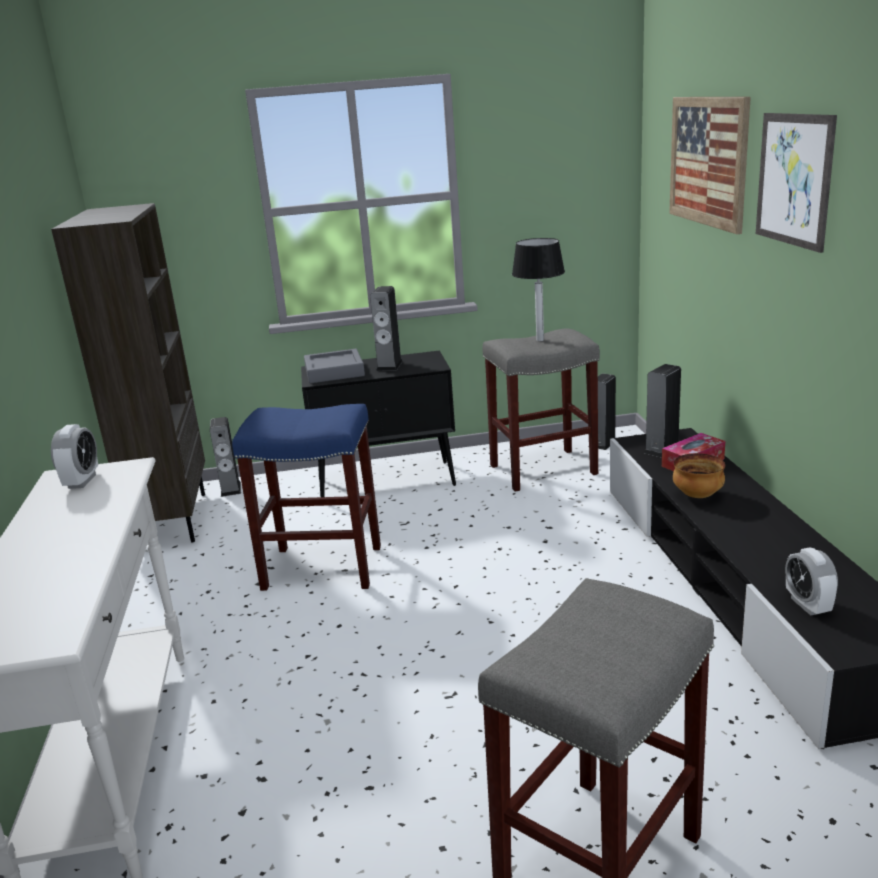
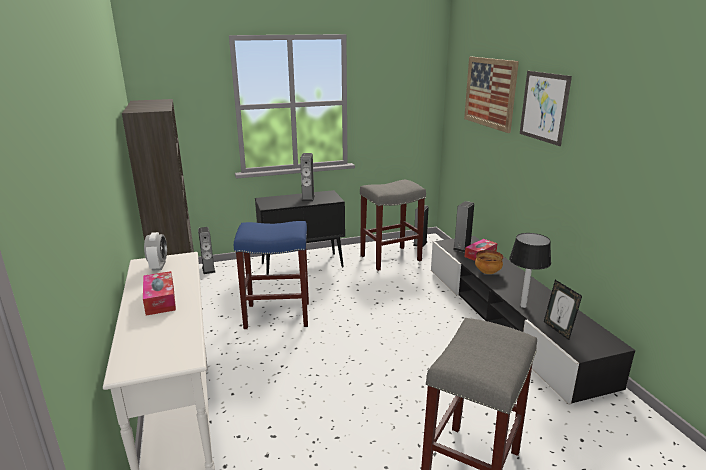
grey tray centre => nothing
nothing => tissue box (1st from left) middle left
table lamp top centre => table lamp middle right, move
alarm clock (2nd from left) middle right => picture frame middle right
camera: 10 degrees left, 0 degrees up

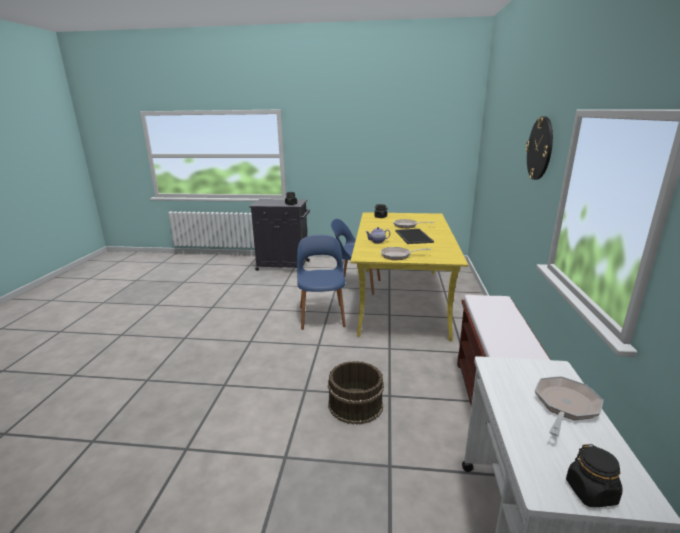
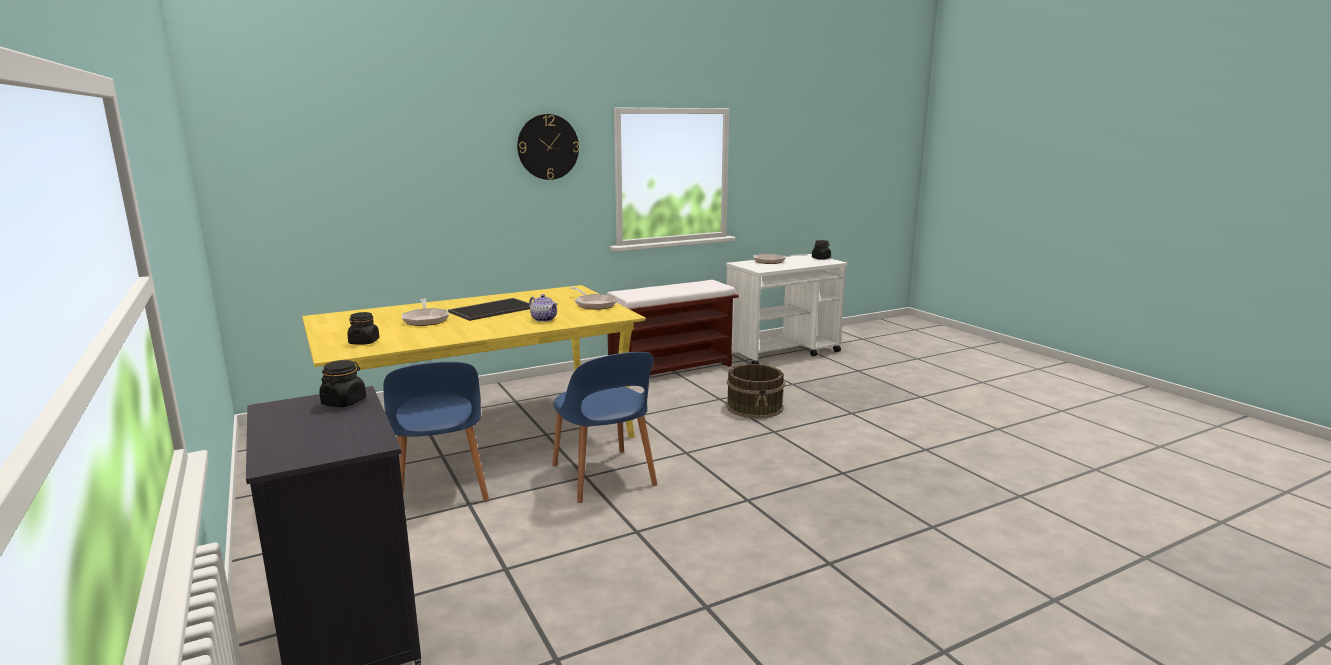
blue chair (1st from left in the first image) centre => blue chair (2nd from left) centre, 75 degrees counterclockwise
camera: 125 degrees left, 5 degrees down

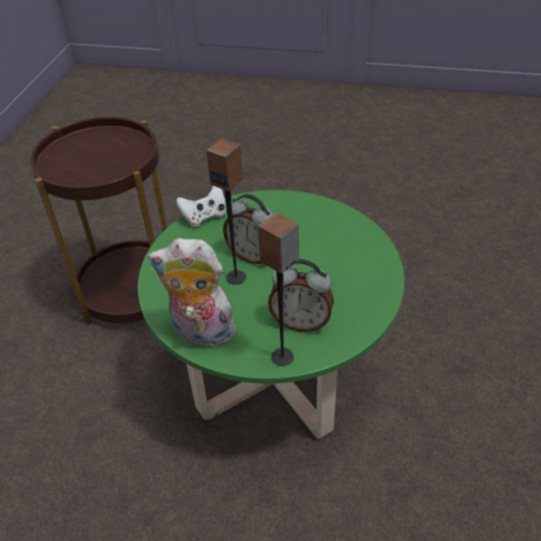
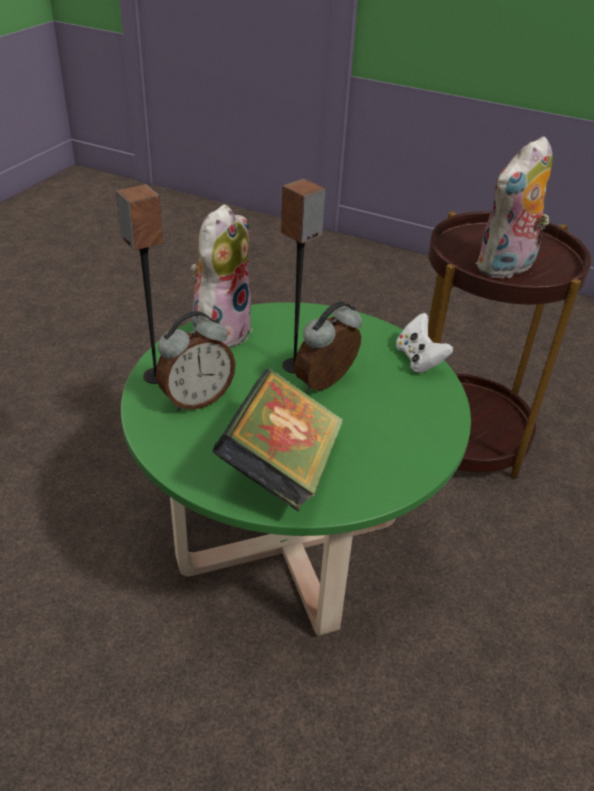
nothing => book centre
nothing => plush toy (2nd from left) top right
alarm clock (2nd from left in the first image) centre => alarm clock (1st from left) middle left, 150 degrees counterclockwise
camera: 100 degrees right, 5 degrees down

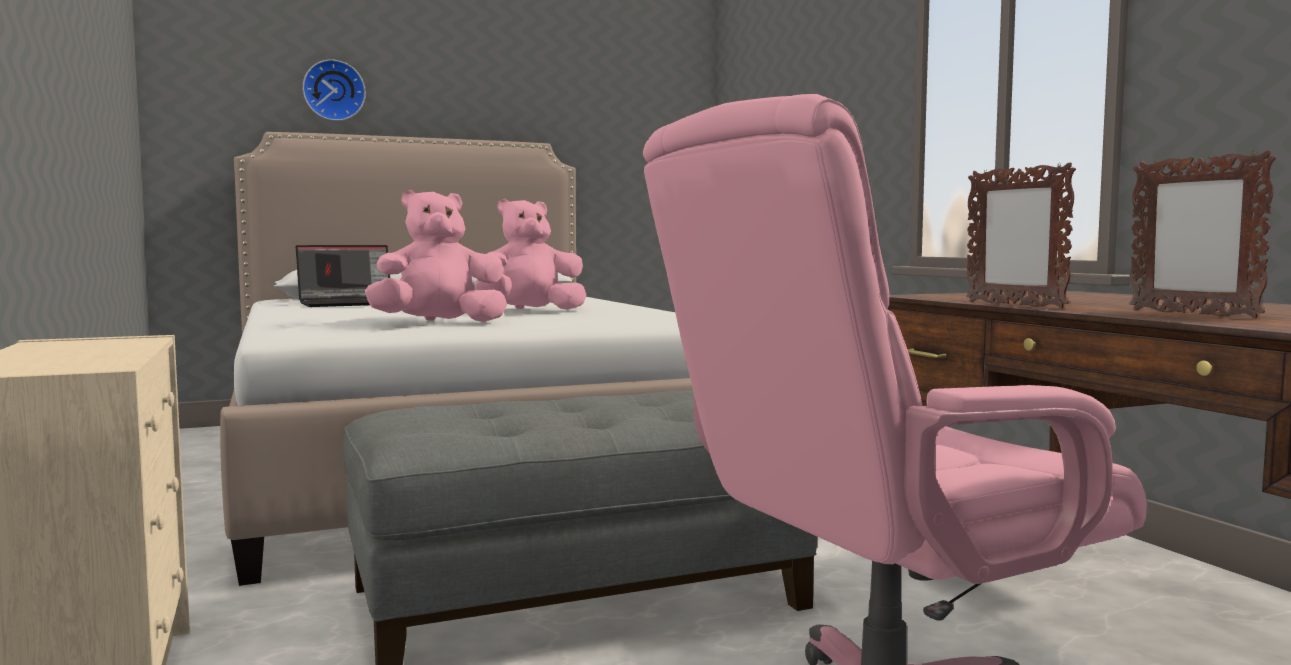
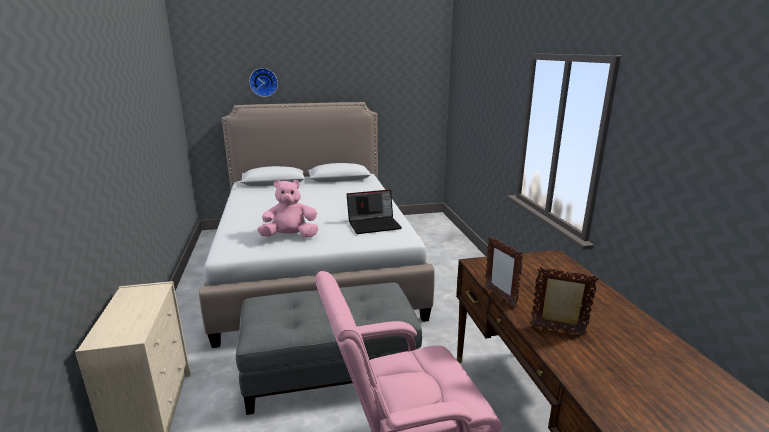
pink plush toy (2nd from left) centre => nothing
laptop middle left => laptop centre, move
picture frame (2nd from left) middle right => picture frame (2nd from left) bottom right, 135 degrees clockwise
camera: 10 degrees right, 15 degrees up

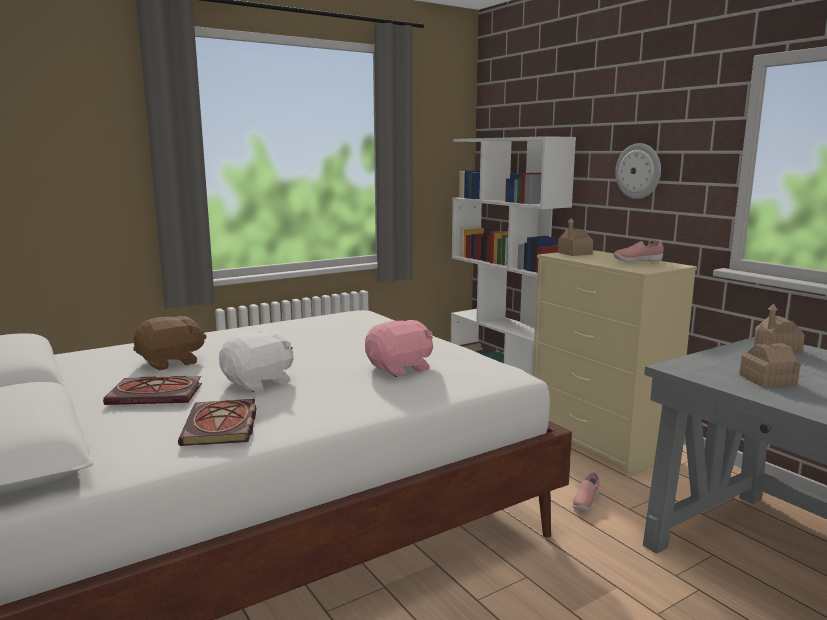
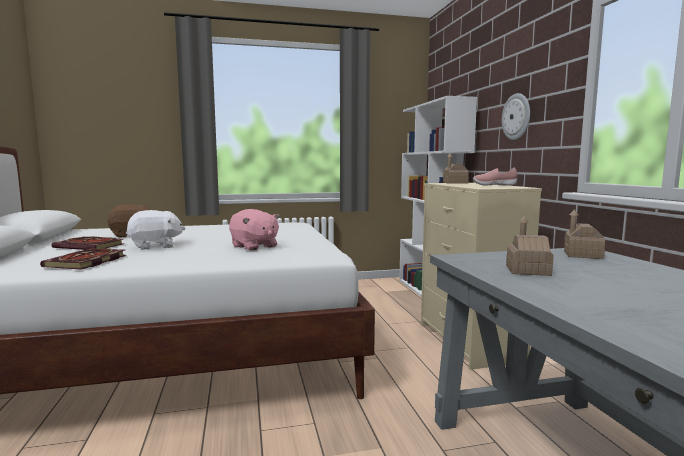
pink shoe (1st from left) bottom right => nothing
pink plush toy centre, 60 degrees clockwise
camera: 20 degrees right, 5 degrees down

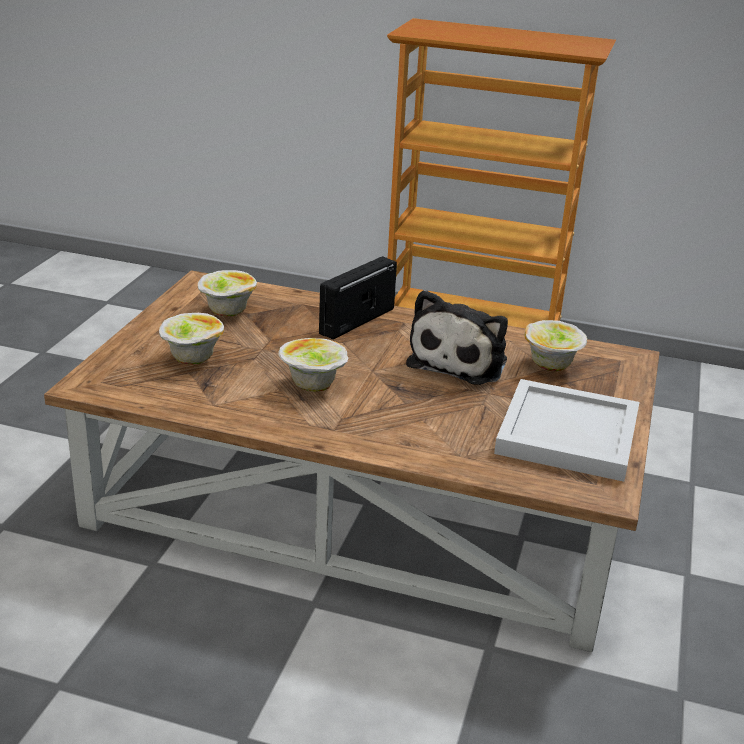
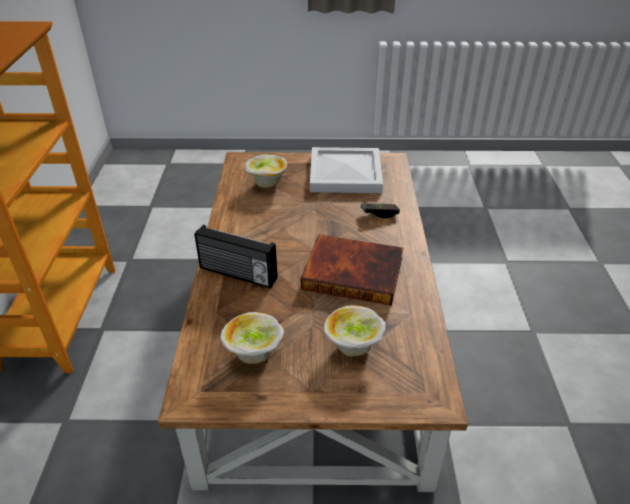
plush toy centre => nothing
nothing => game controller centre
bowl (3rd from left) centre => book centre
camera: 105 degrees left, 10 degrees up

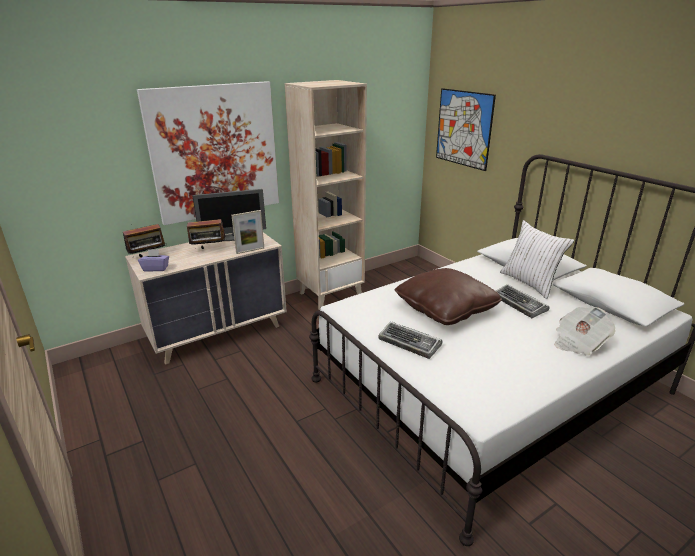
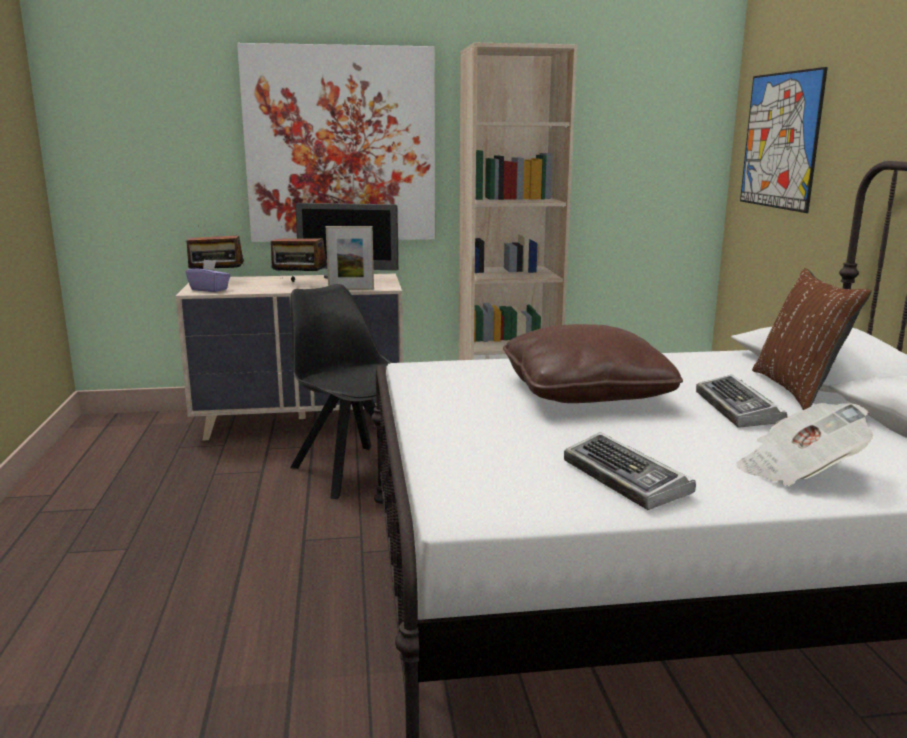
nothing => black chair centre
keyboard (1st from left) centre => keyboard (1st from left) middle right, move
white pillow middle right => brown pillow (2nd from left) middle right
camera: 25 degrees right, 10 degrees down

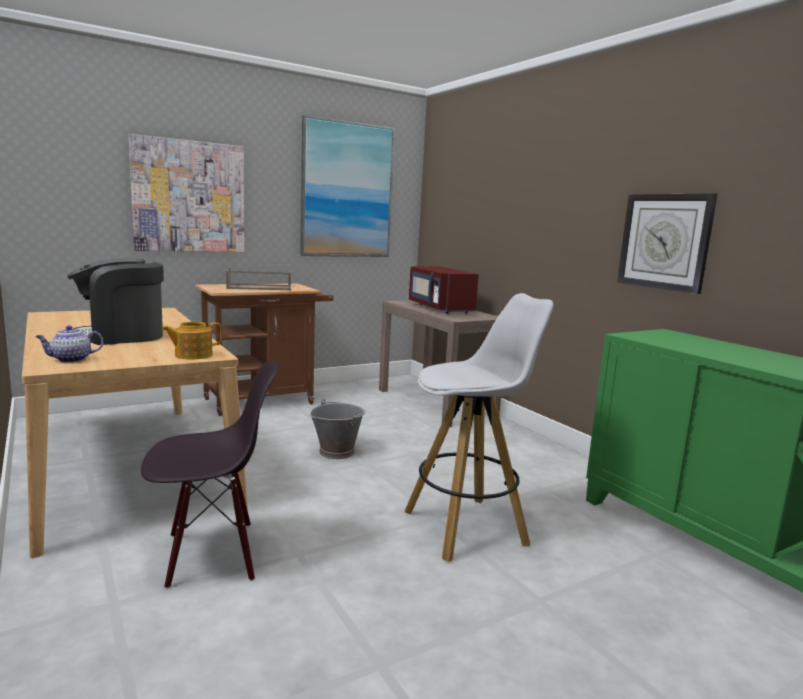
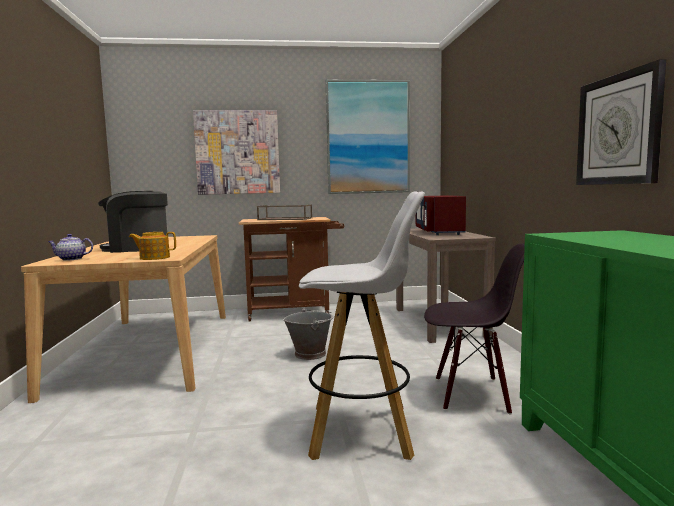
black chair bottom left => black chair middle right, move
camera: 25 degrees right, 5 degrees down

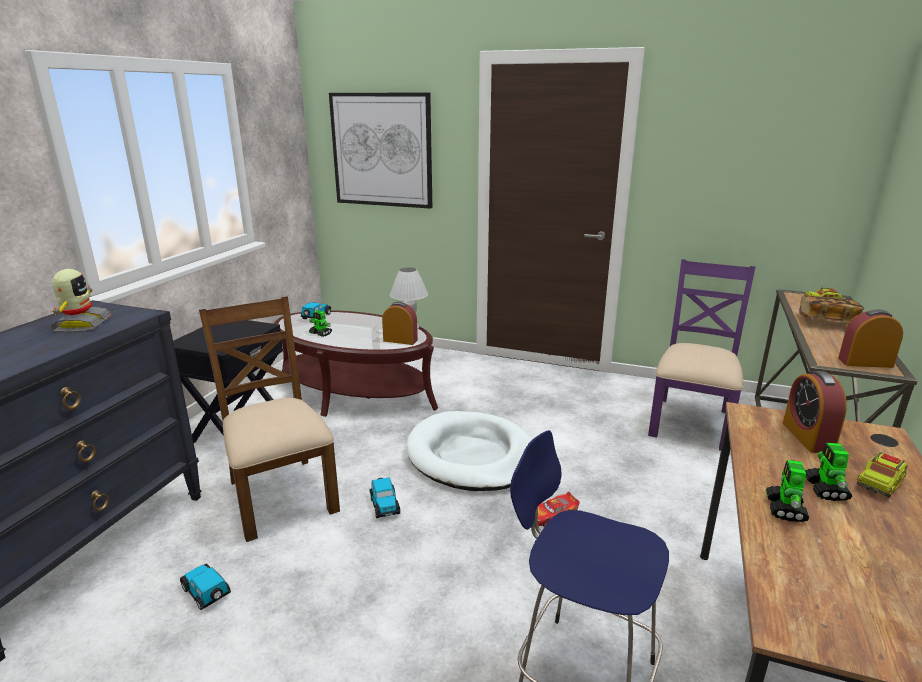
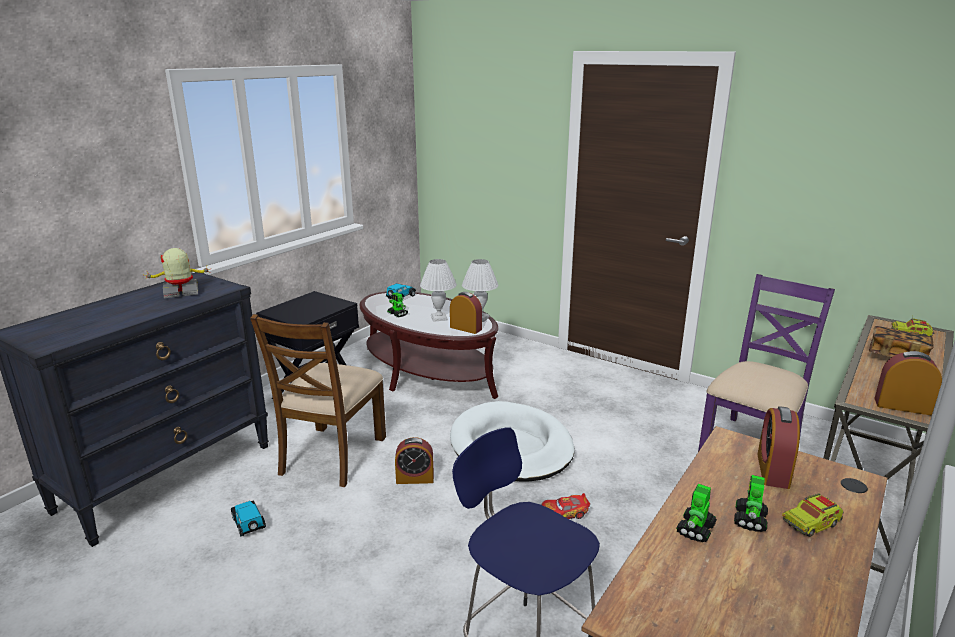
picture top centre => nothing
nothing => white table lamp (1st from left) centre
toy car (3rd from left) bottom centre => alarm clock (1st from left) bottom centre
toy robot (1st from left) middle left, 120 degrees counterclockwise
brown chair middle left, 150 degrees counterclockwise
camera: 15 degrees right, 0 degrees up

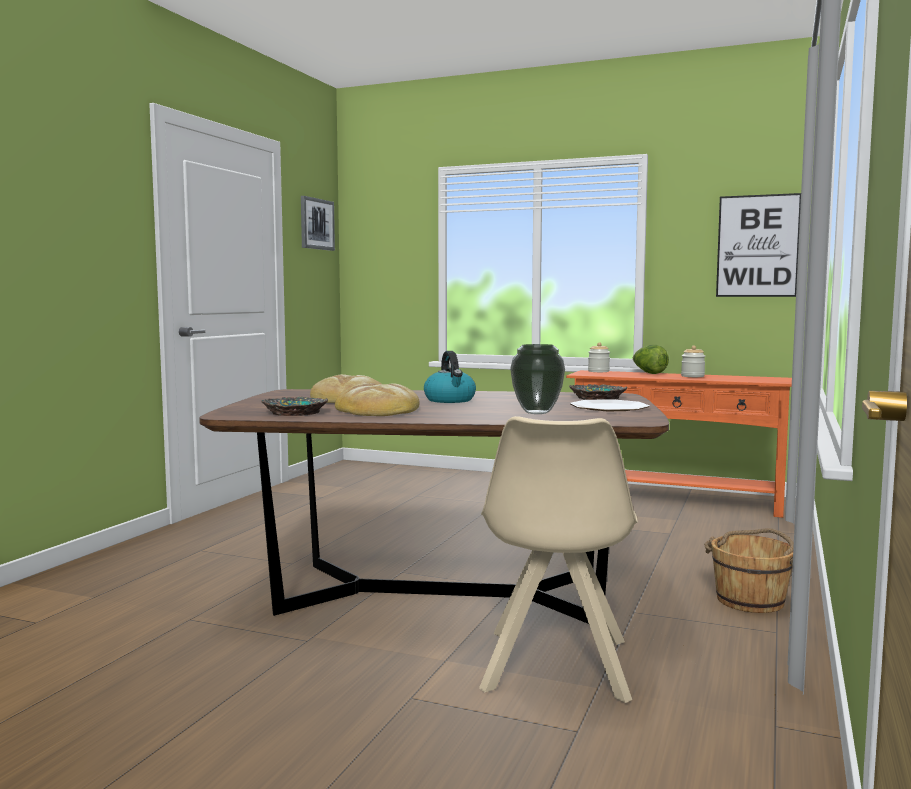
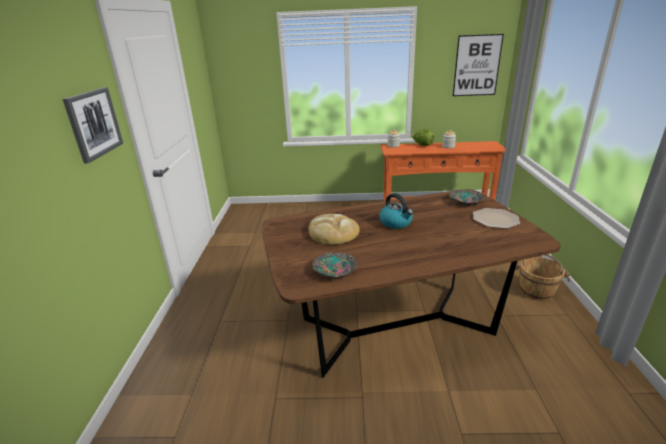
bread (2nd from left) centre => nothing
beige chair bottom centre => nothing
vase centre => nothing
picture (1st from left) top centre => picture (1st from left) top left, move
camera: 20 degrees left, 20 degrees up

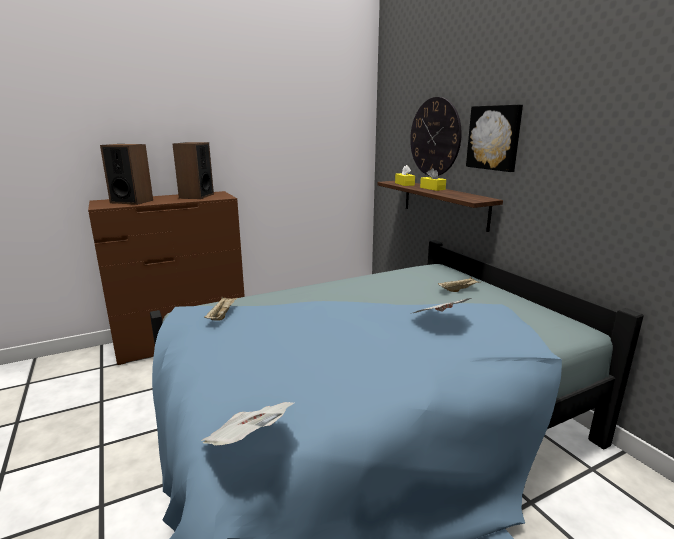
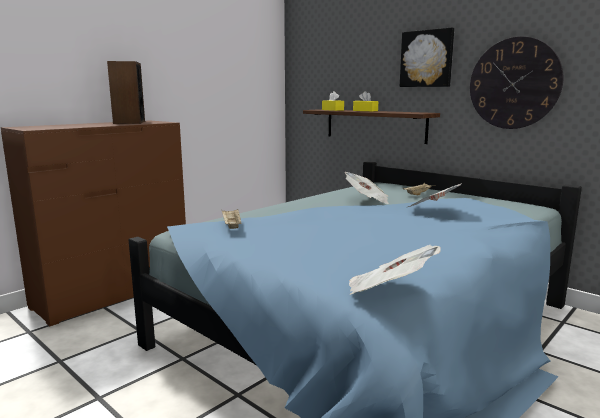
speaker (1st from left) top left => nothing
nothing => newspaper (1st from left) centre
wall clock top centre => wall clock top right, move
camera: 20 degrees left, 5 degrees down

